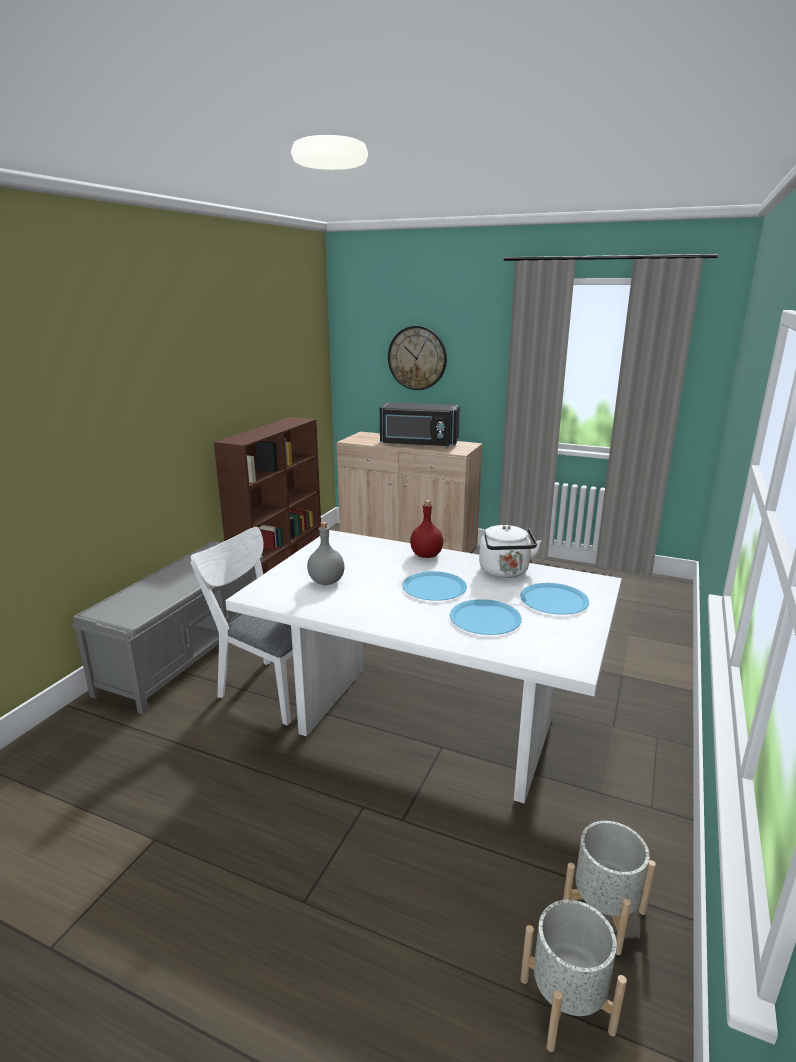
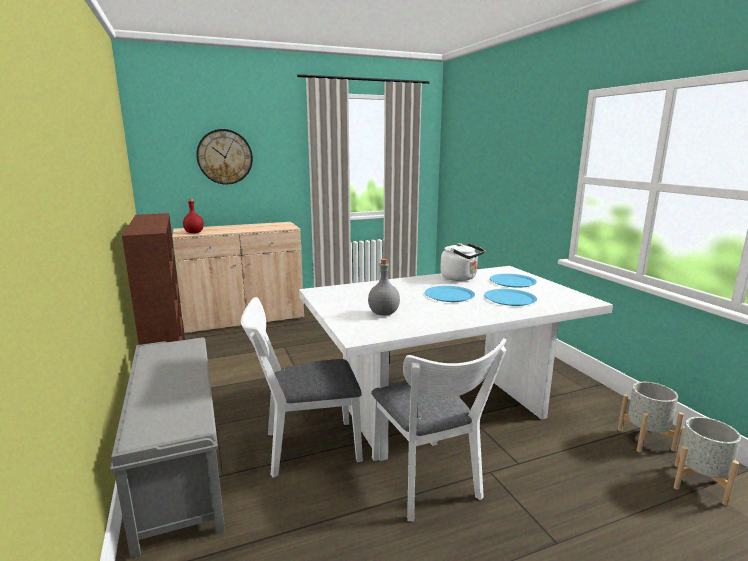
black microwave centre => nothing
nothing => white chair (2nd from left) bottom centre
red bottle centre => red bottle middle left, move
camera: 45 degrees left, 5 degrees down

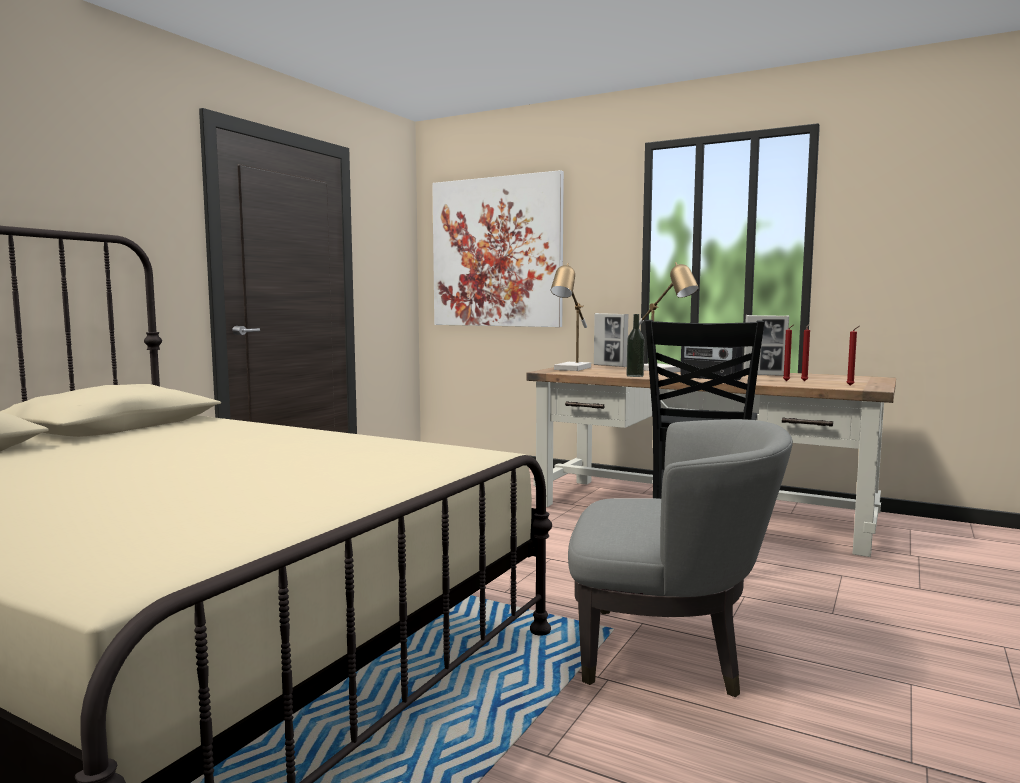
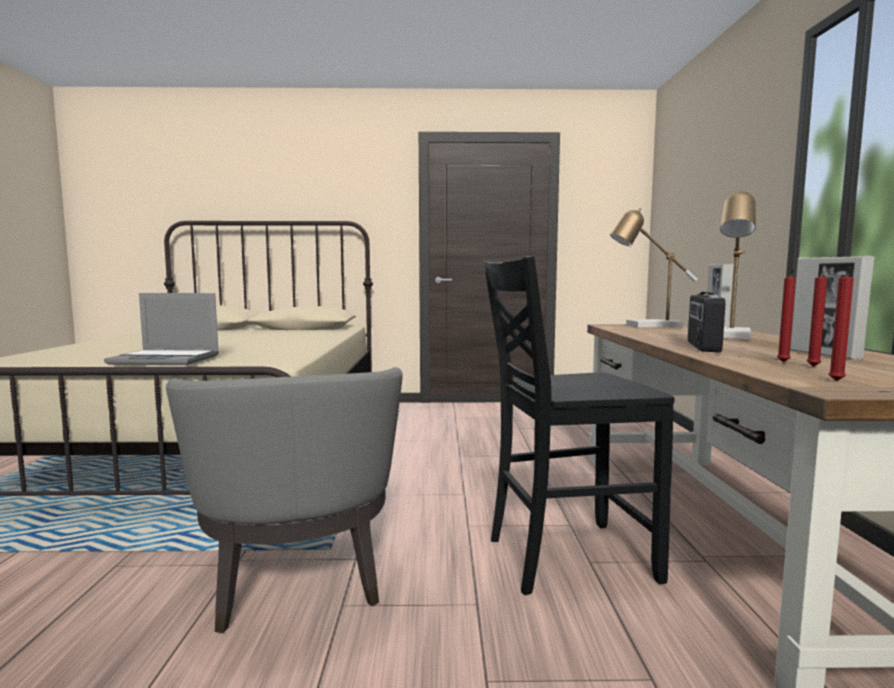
picture top centre => nothing
bottle centre => nothing
nothing => laptop middle left
camera: 60 degrees right, 0 degrees up

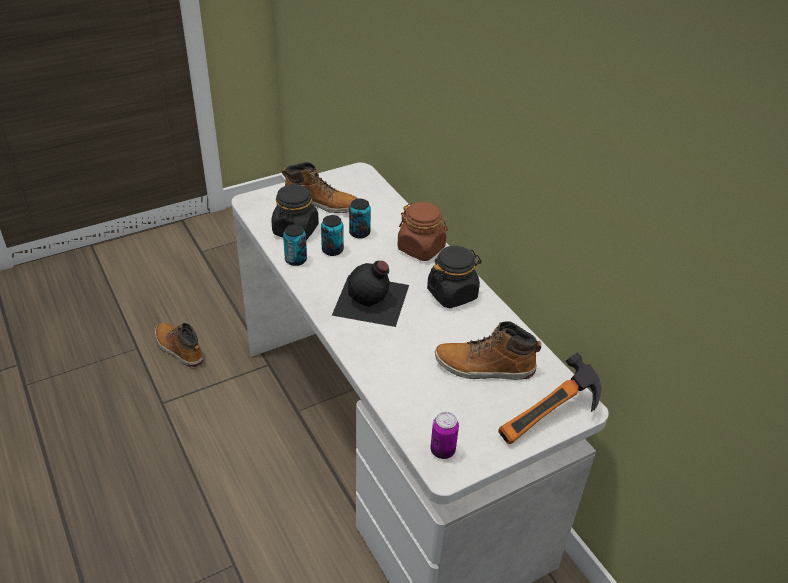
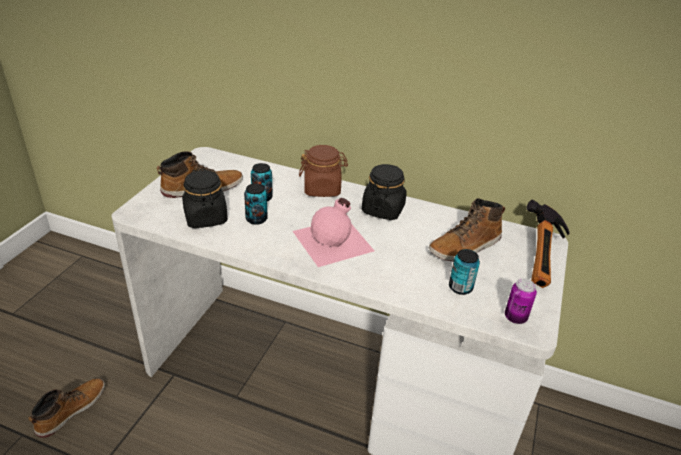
can (1st from left in the first image) centre => can (3rd from left) middle right, move
black bottle centre => pink bottle centre
boot (1st from left) middle left => boot (1st from left) bottom left, 120 degrees clockwise
camera: 40 degrees left, 5 degrees down

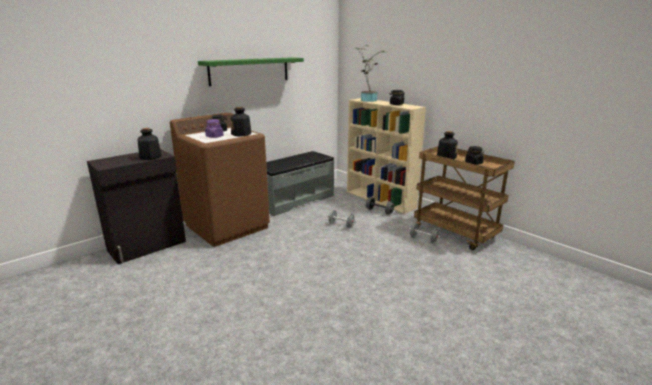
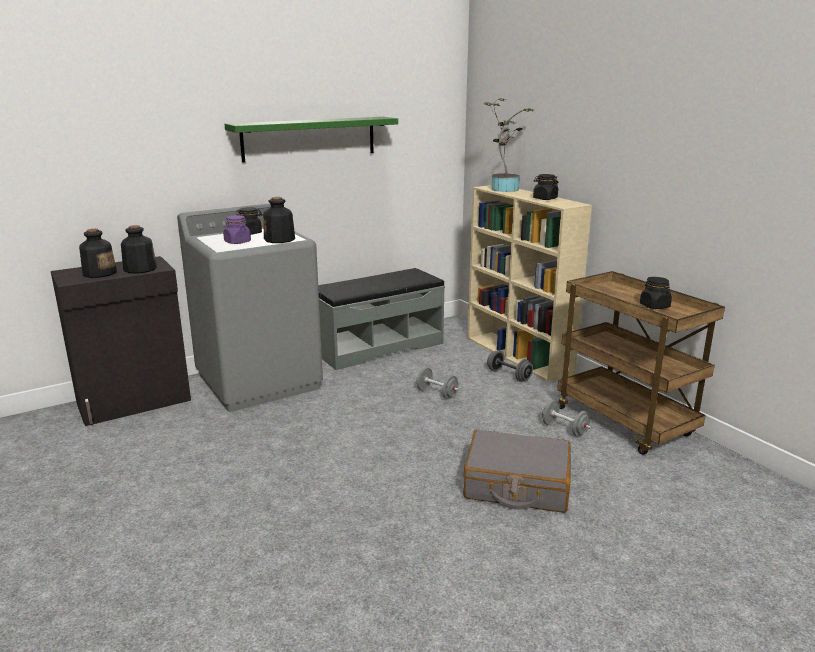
nothing => grey suitcase bottom centre
bottle (3rd from left in the first image) middle right => bottle (1st from left) middle left, move
brown washing machine centre => grey washing machine middle left
camera: 10 degrees right, 0 degrees up

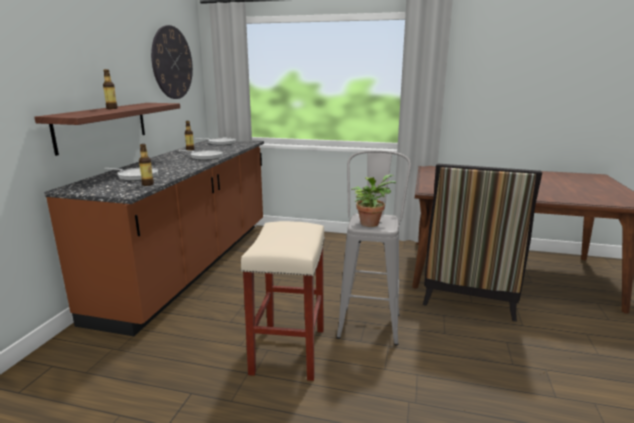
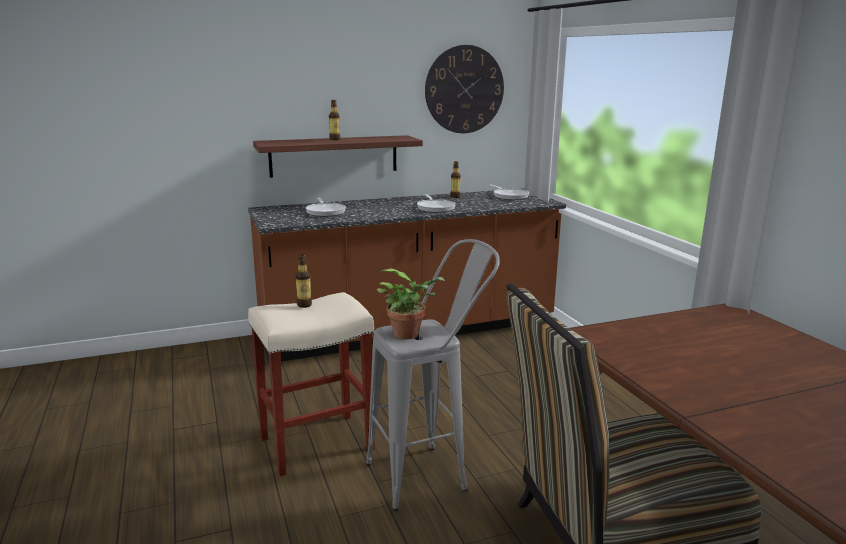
bottle (2nd from left in the first image) middle left => bottle (1st from left) centre, move
camera: 55 degrees right, 0 degrees up

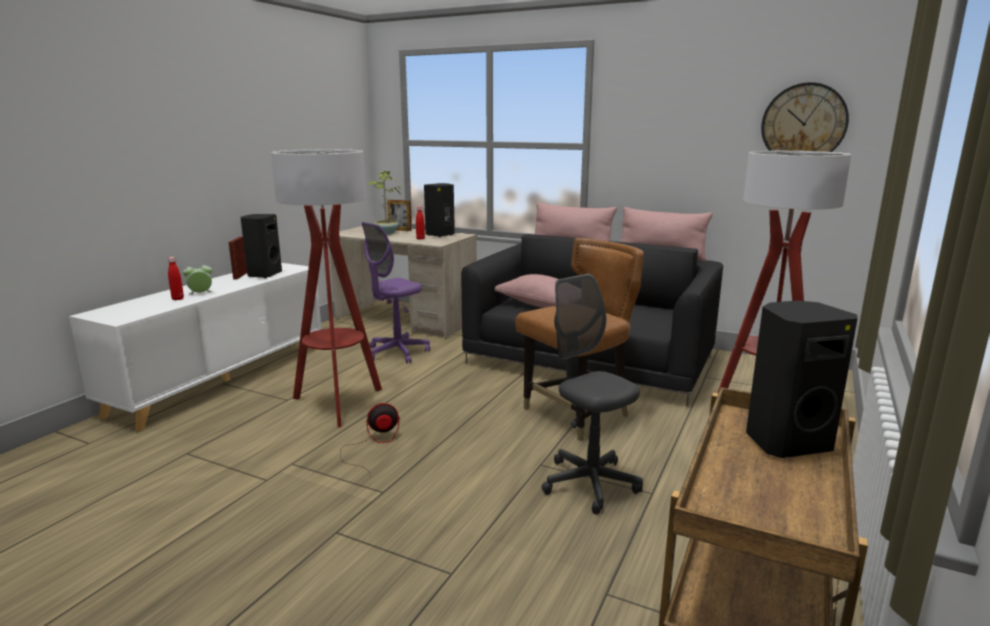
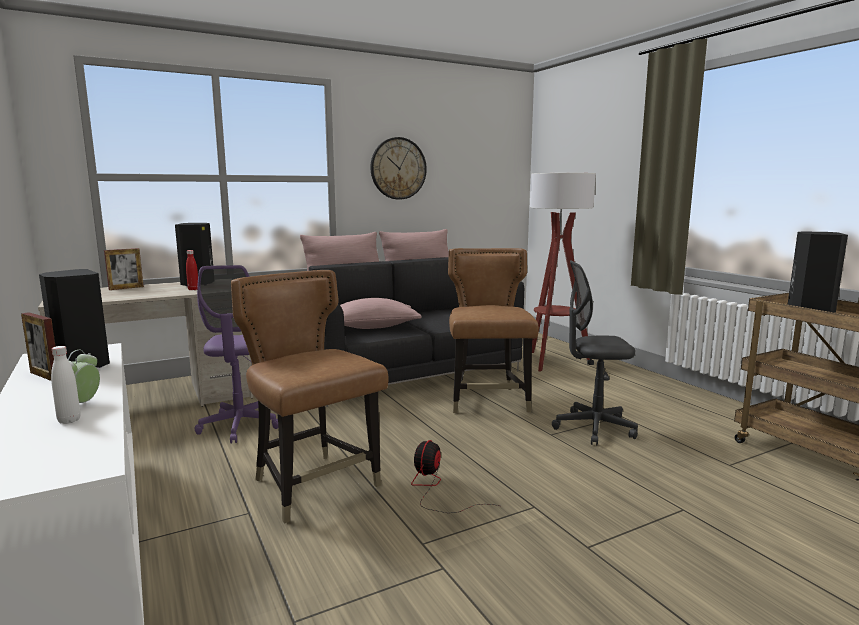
potted plant top centre => nothing
wall clock top right => wall clock top centre, move
floor lamp (1st from left) middle left => brown chair (1st from left) centre
red bottle (1st from left) middle left => white bottle middle left
camera: 55 degrees left, 5 degrees down

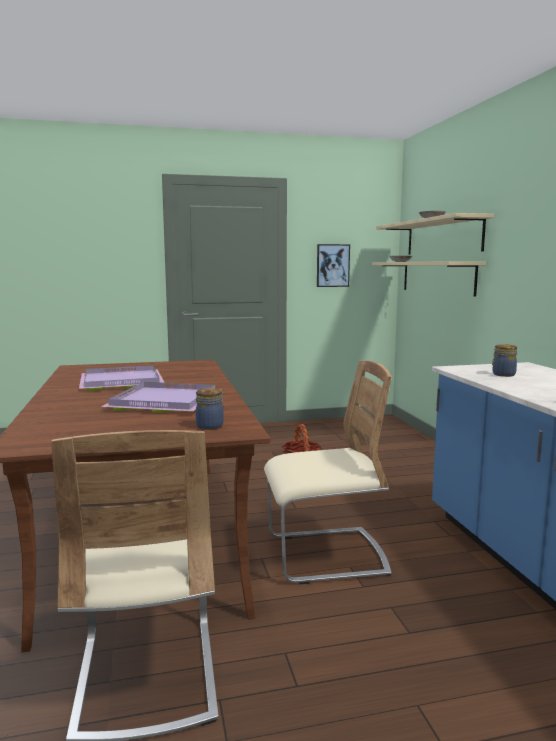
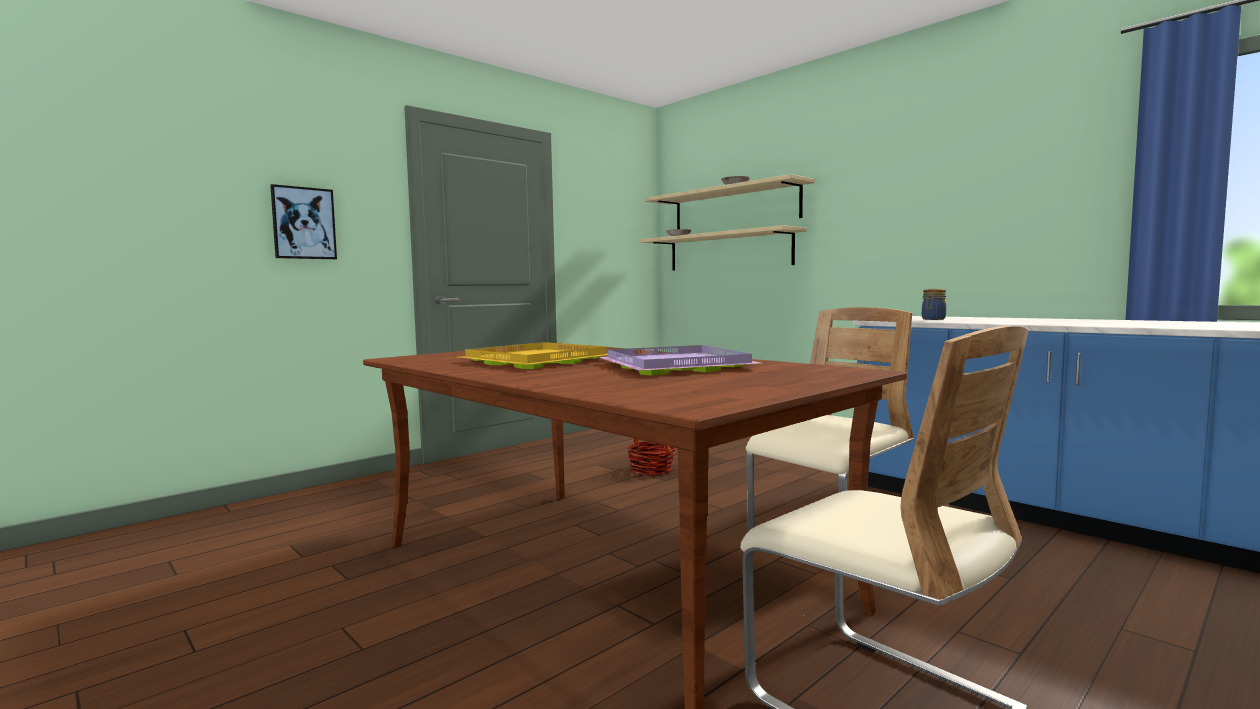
jar (1st from left) centre => nothing
picture centre => picture top left, move
purple tray (1st from left) middle left => yellow tray centre
camera: 30 degrees left, 5 degrees down

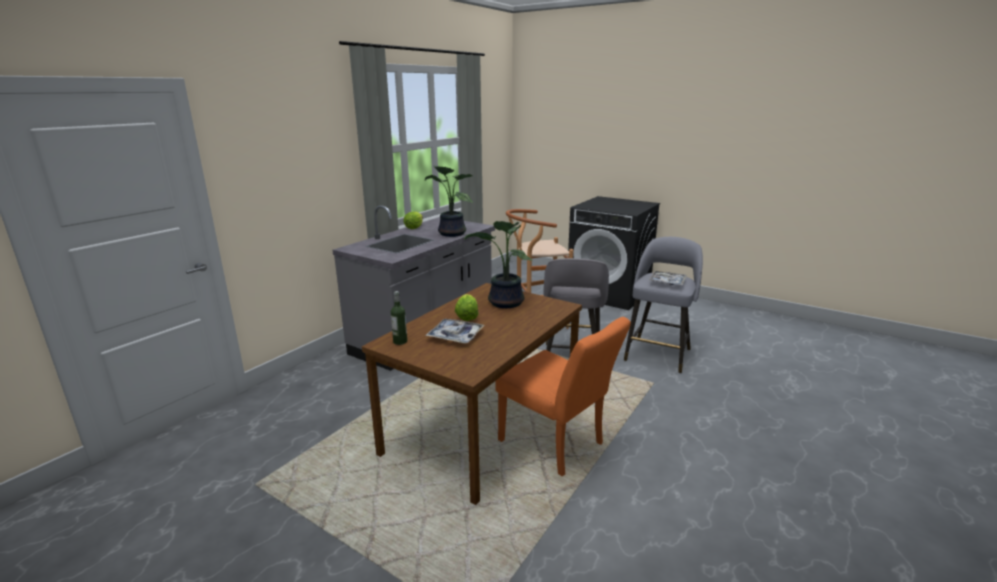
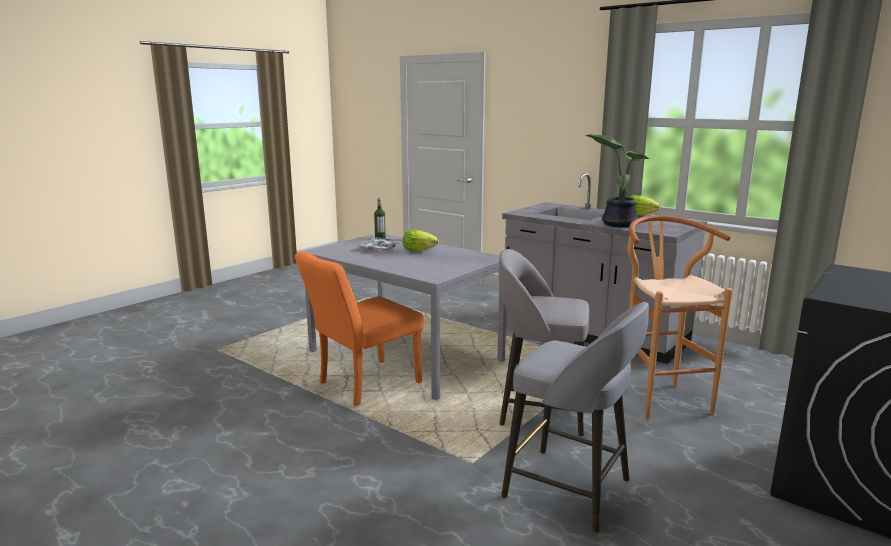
potted plant (2nd from left) centre => nothing
tray (2nd from left) middle right => nothing
brown dining table bottom centre => grey dining table centre
camera: 95 degrees right, 5 degrees down

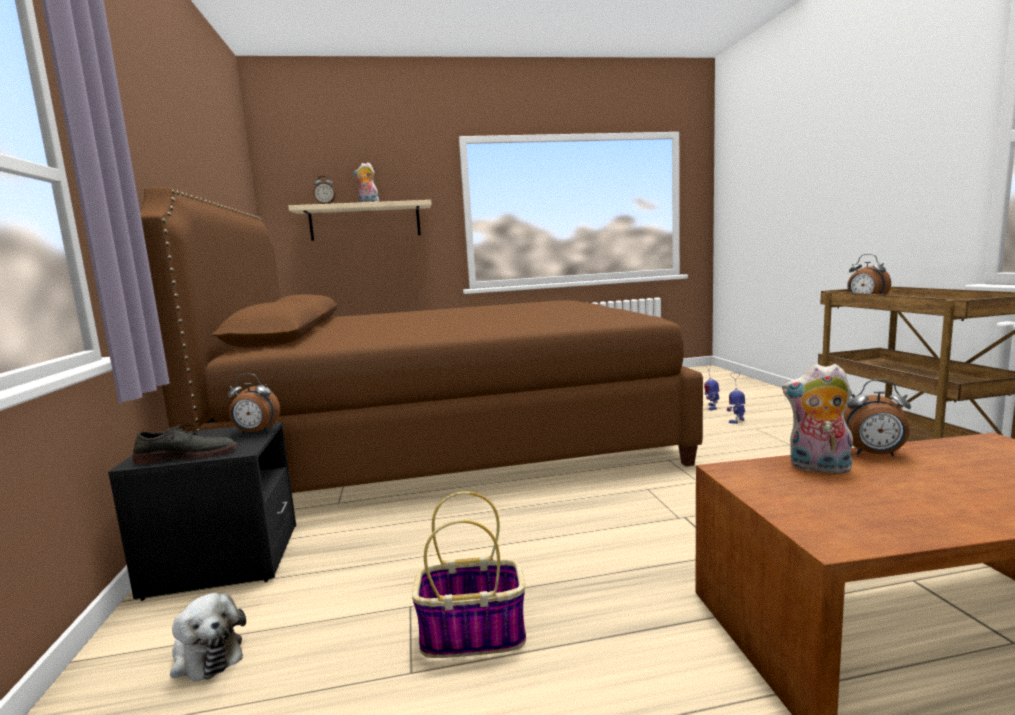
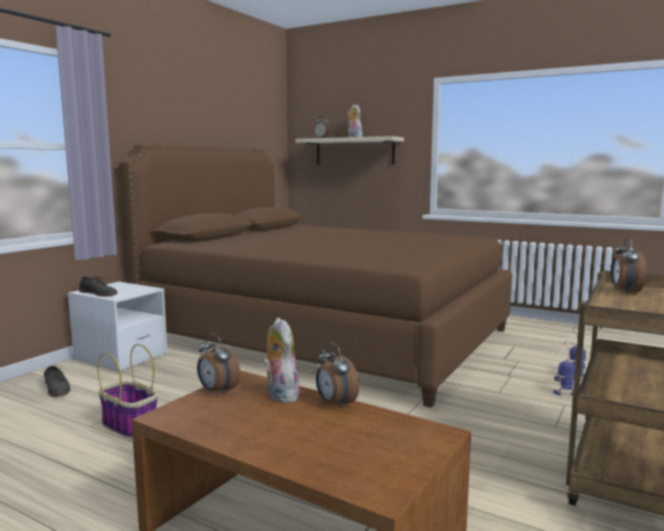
alarm clock (1st from left) middle left => alarm clock (1st from left) bottom left, move
plush toy (1st from left) bottom left => grey shoe (1st from left) bottom left
black nightstand bottom left => white nightstand middle left
camera: 40 degrees right, 0 degrees up

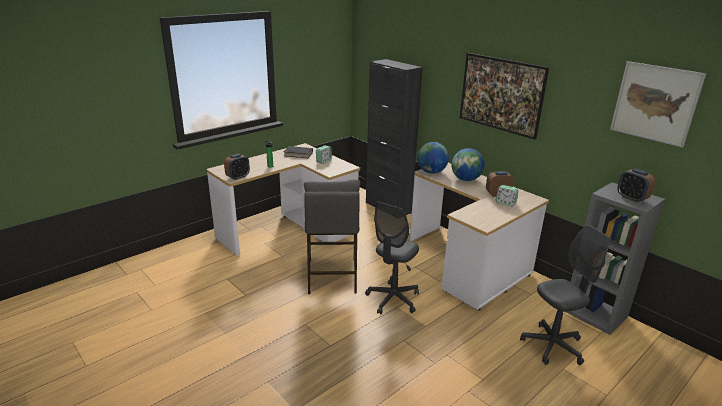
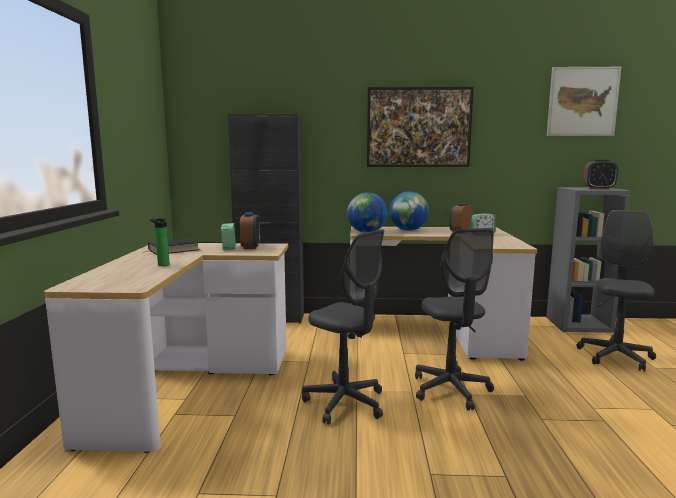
alarm clock (1st from left in the first image) middle left => alarm clock (2nd from left) centre, move
grey stool centre => grey office chair (1st from left) centre
camera: 45 degrees left, 15 degrees down

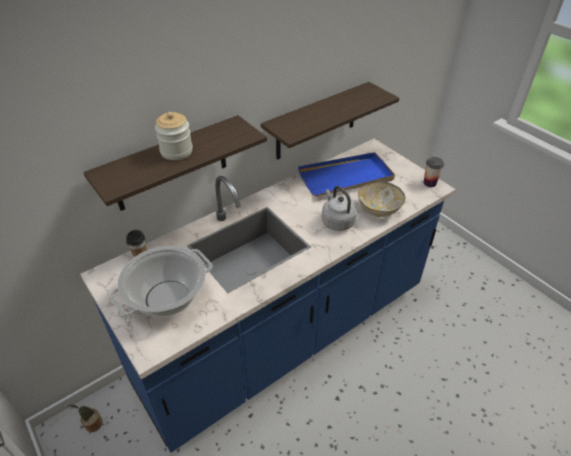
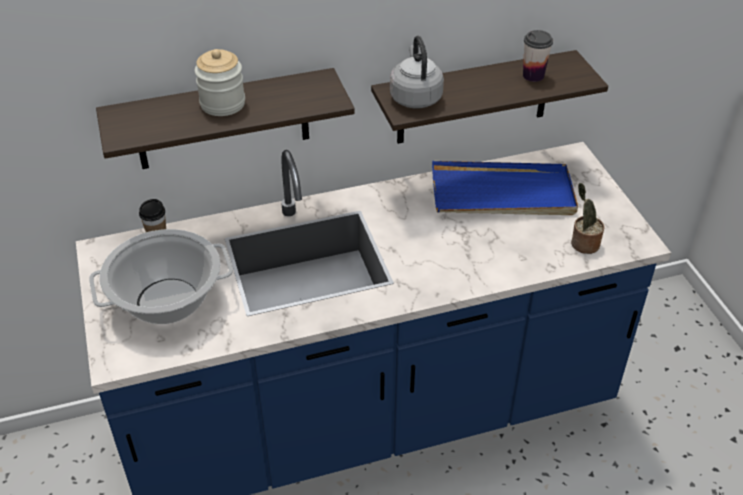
bowl middle right => nothing
potted plant bottom left => potted plant middle right, move
grey kettle centre => grey kettle top centre, move
cup (2nd from left) middle right => cup (2nd from left) top right, move
camera: 20 degrees right, 0 degrees up

